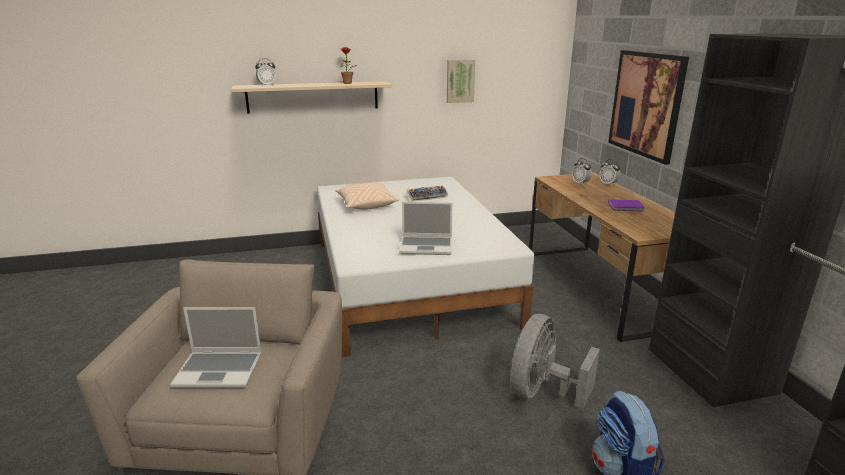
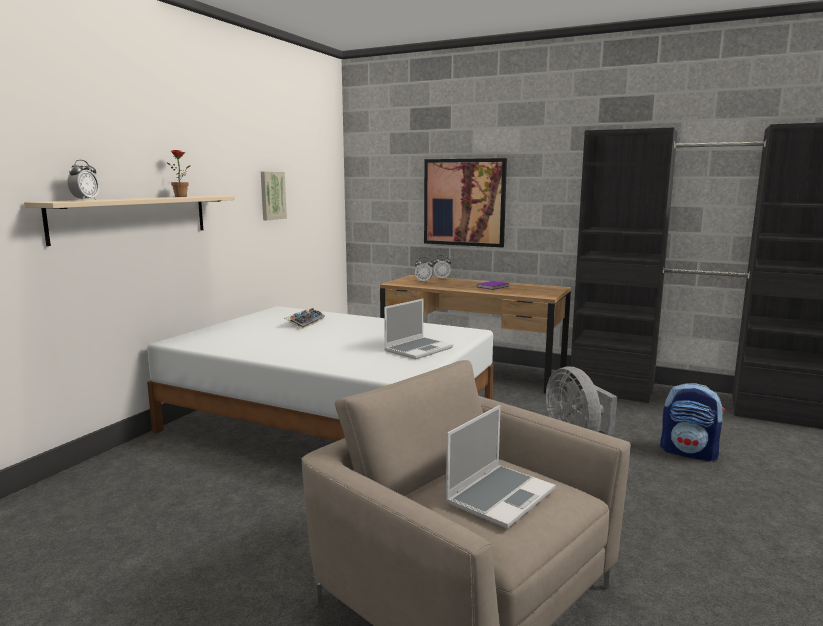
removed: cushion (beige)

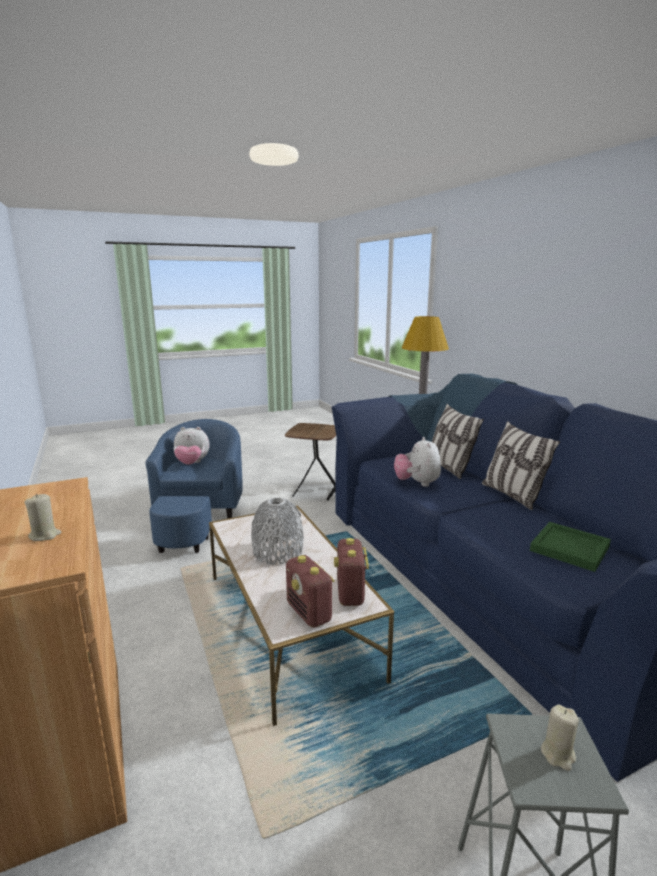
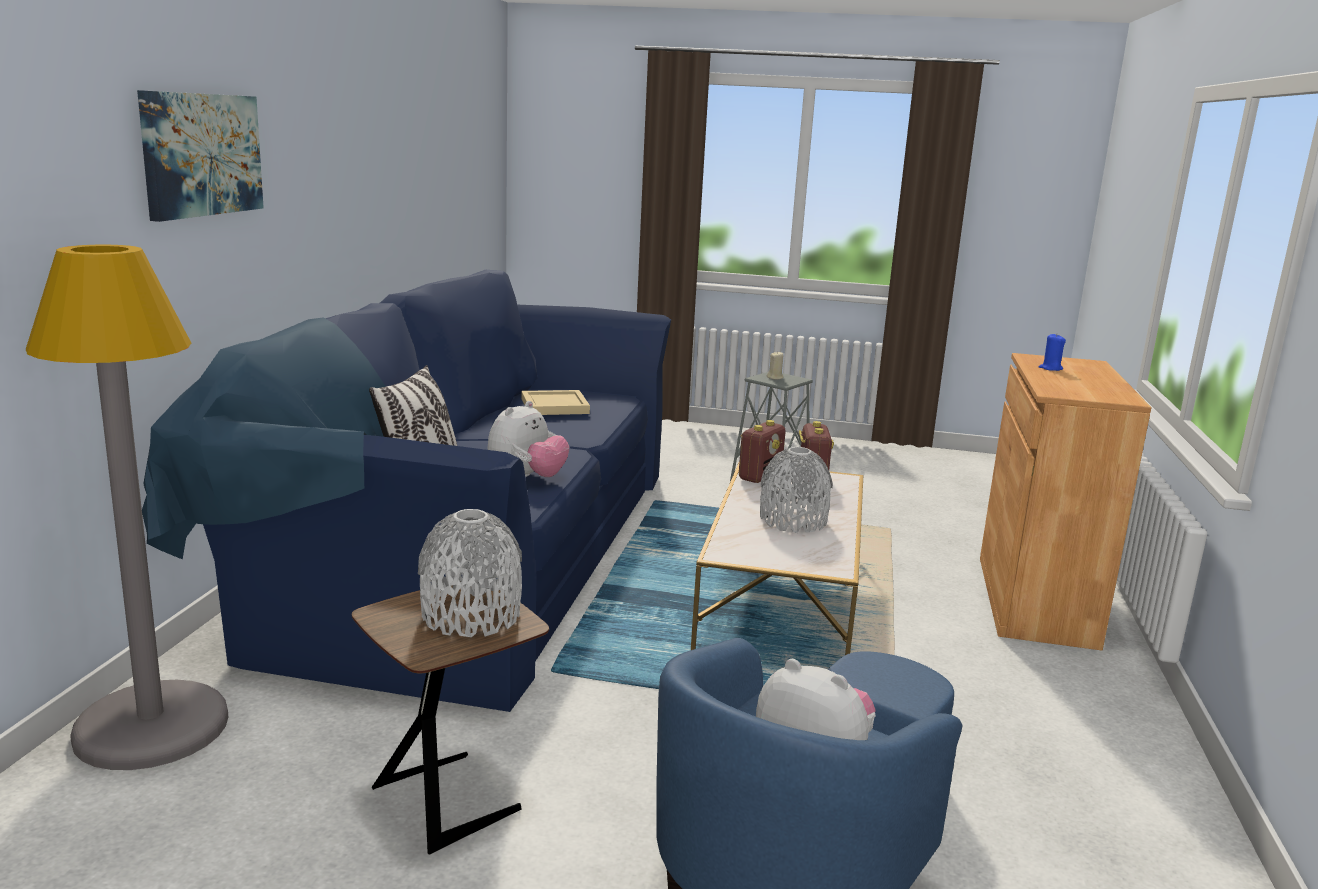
removed: cushion (2nd from left)
added: picture; decorative vase (greyish) (1st from left)
recoloured: candle (beige) (1st from left) to candle (blue); tray (greenish) to tray (beige)

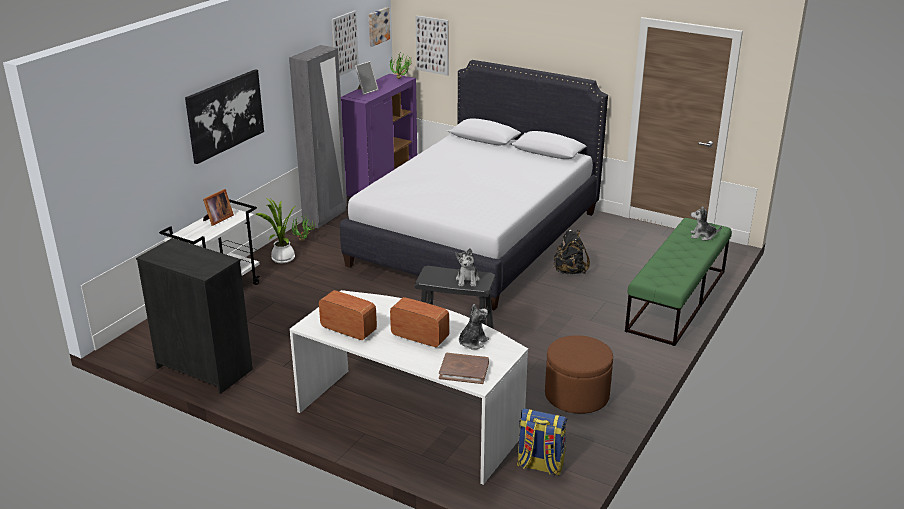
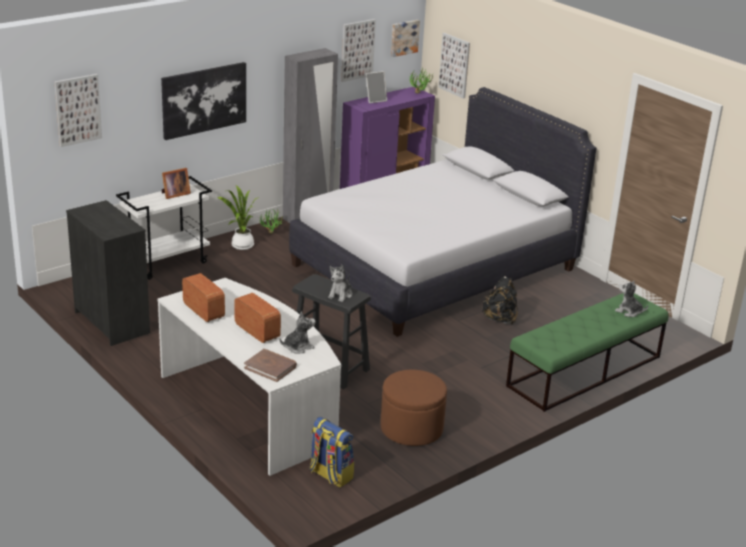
added: picture (1st from left)

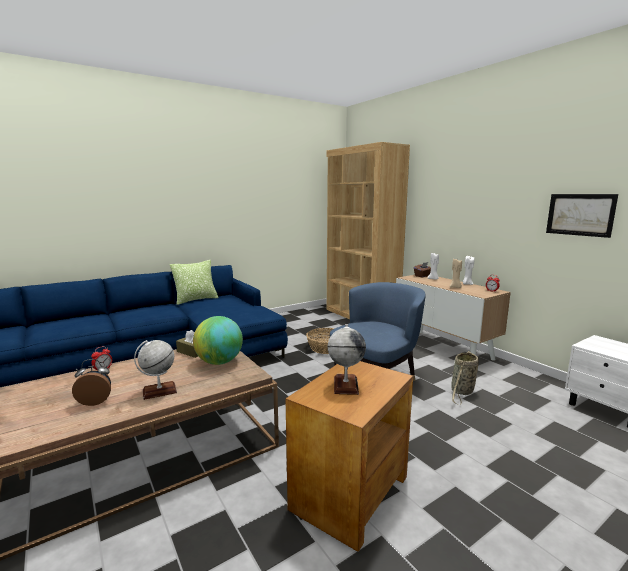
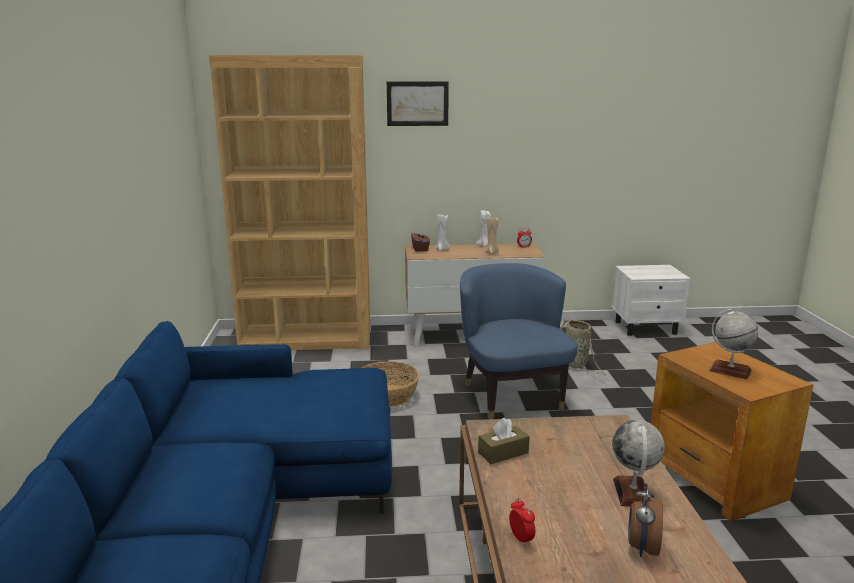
removed: cushion; globe (2nd from left)
moved: picture

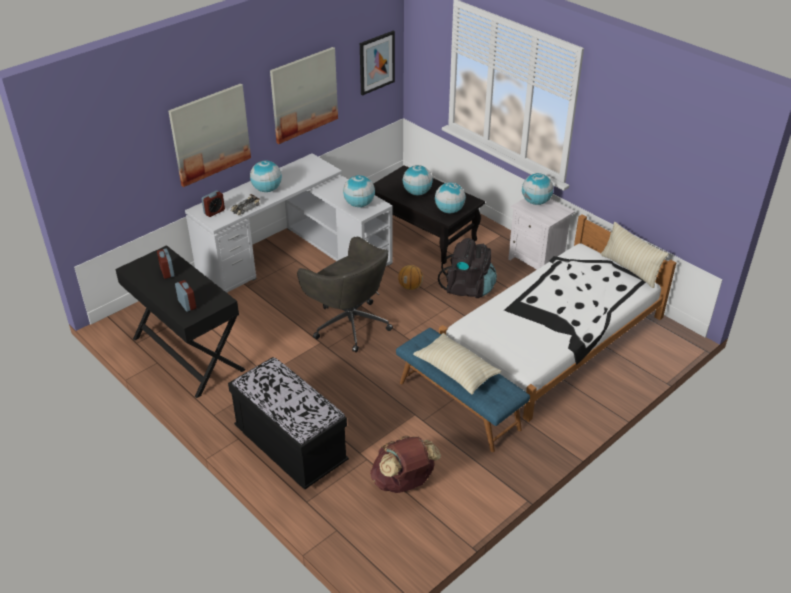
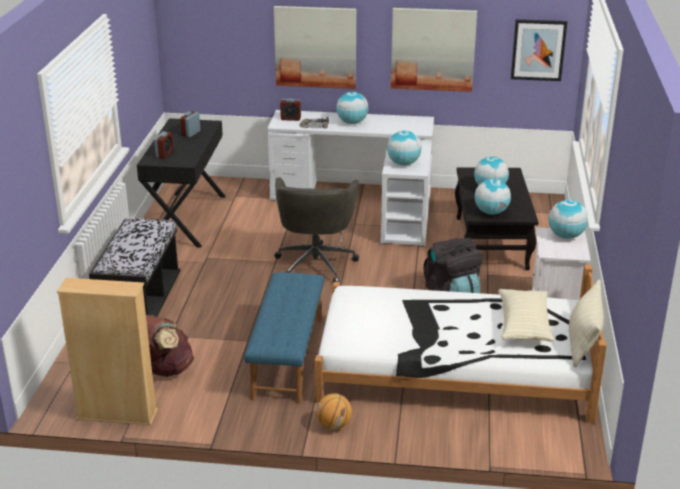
added: bookcase (beige)
moved: ball for basketball; cushion (beige) (1st from left)

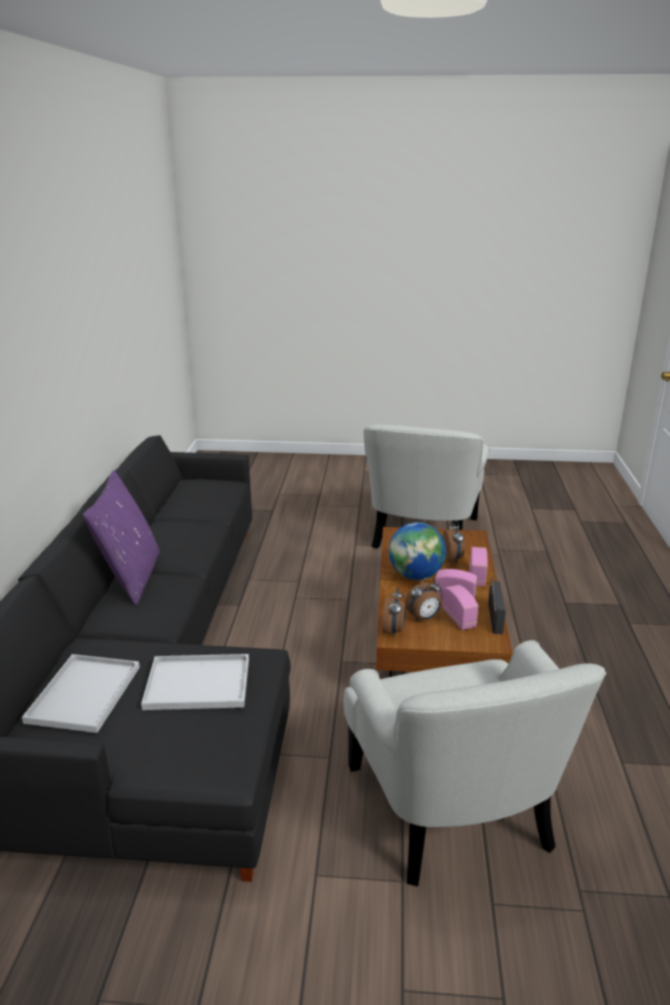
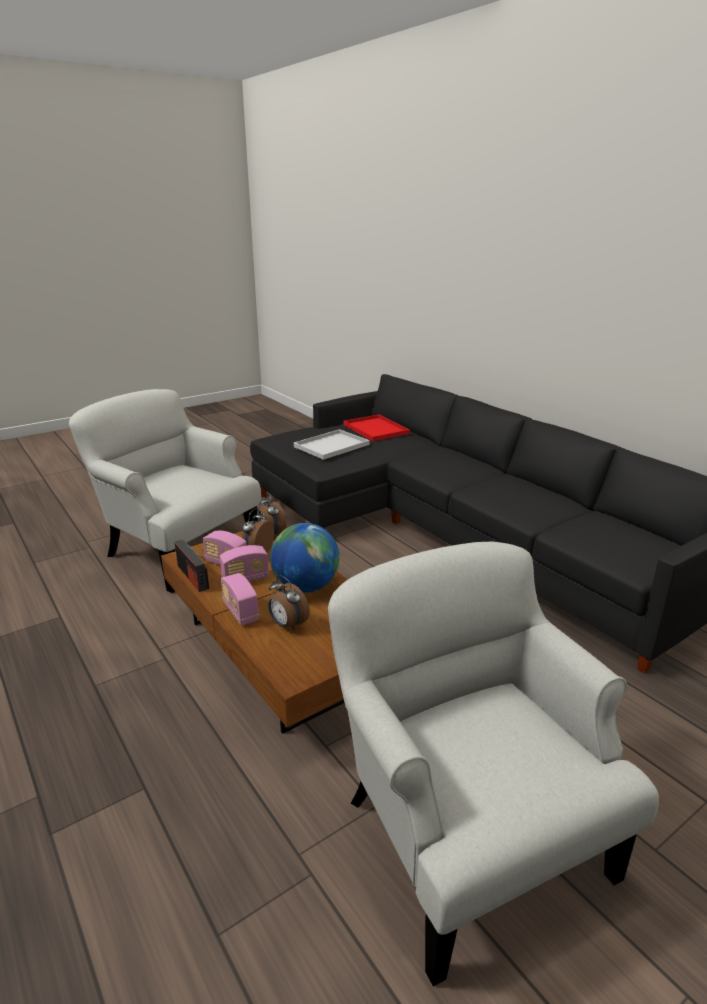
removed: cushion (purplish)
recoloured: tray (white) (1st from left) to tray (reddish)

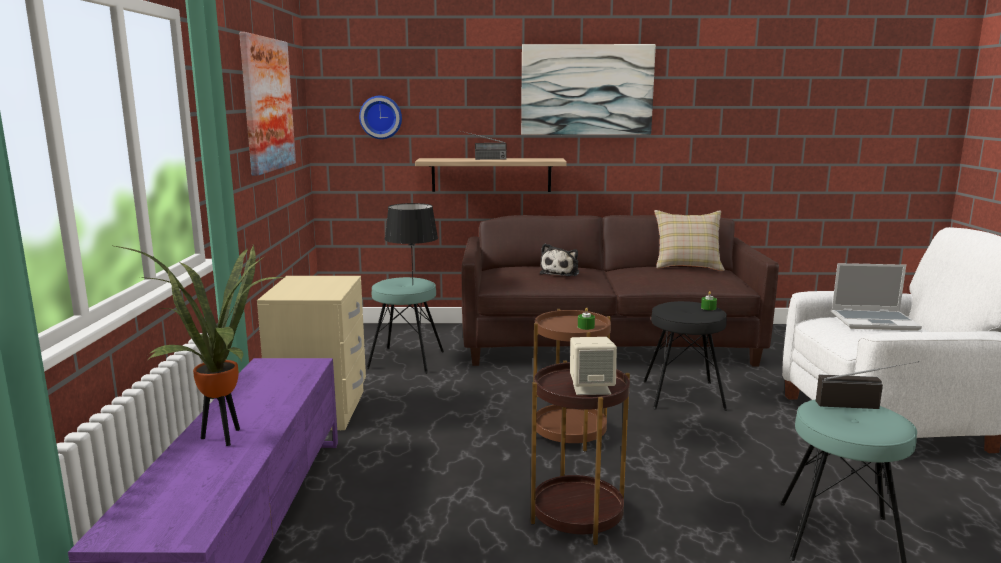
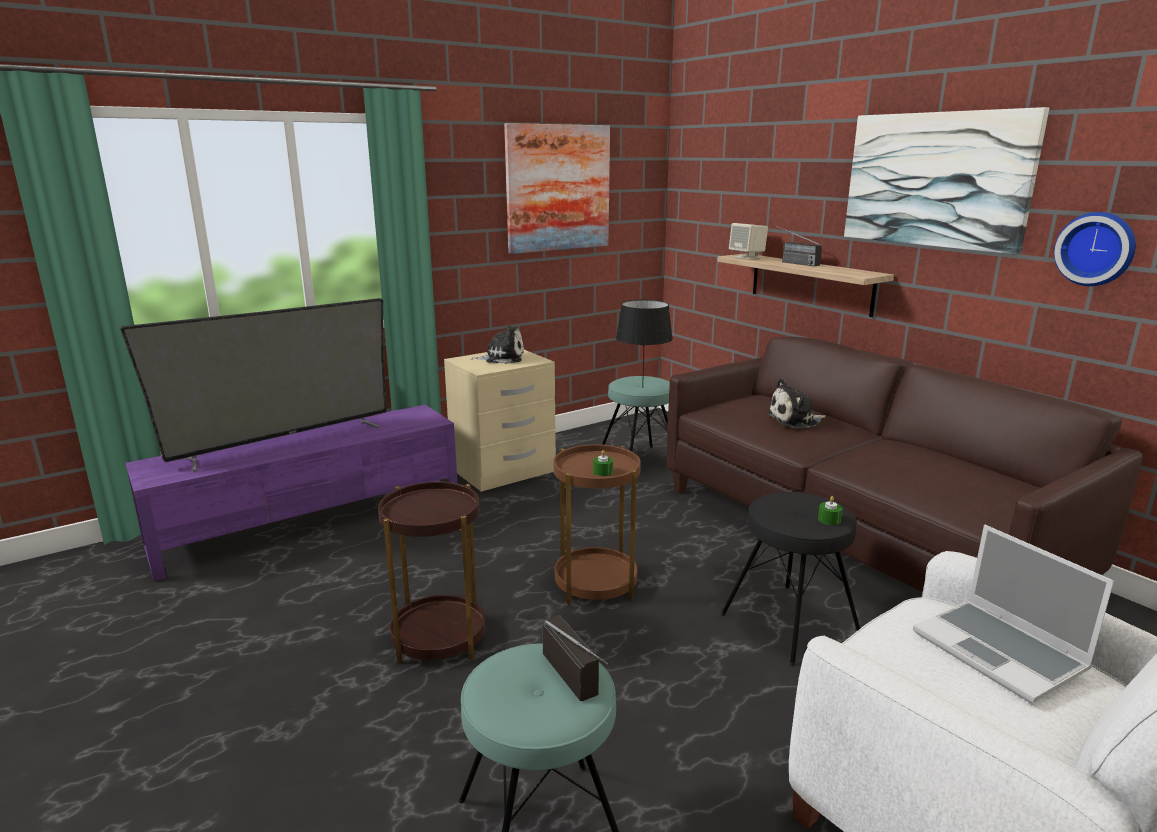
removed: cushion (beige)
added: soft toy (1st from left)
moved: hanging clock; audio speaker (beige)
replaced: houseplant to TV

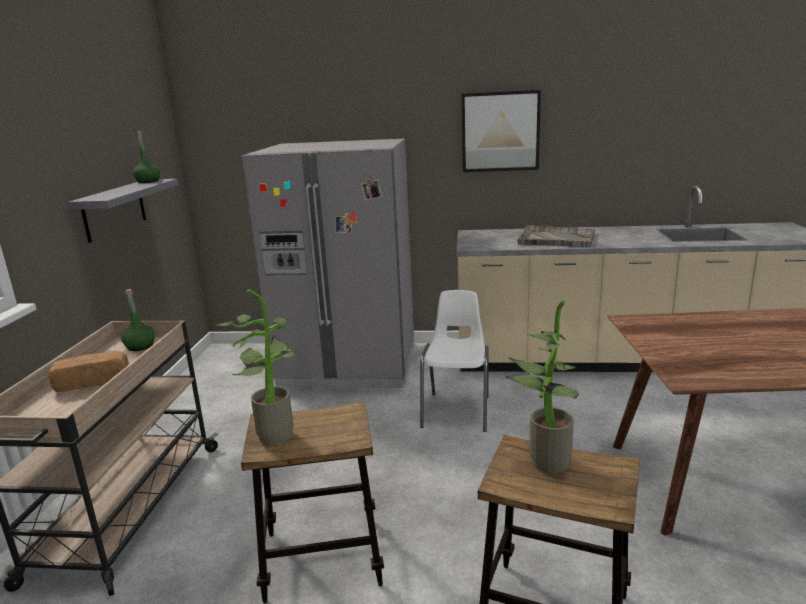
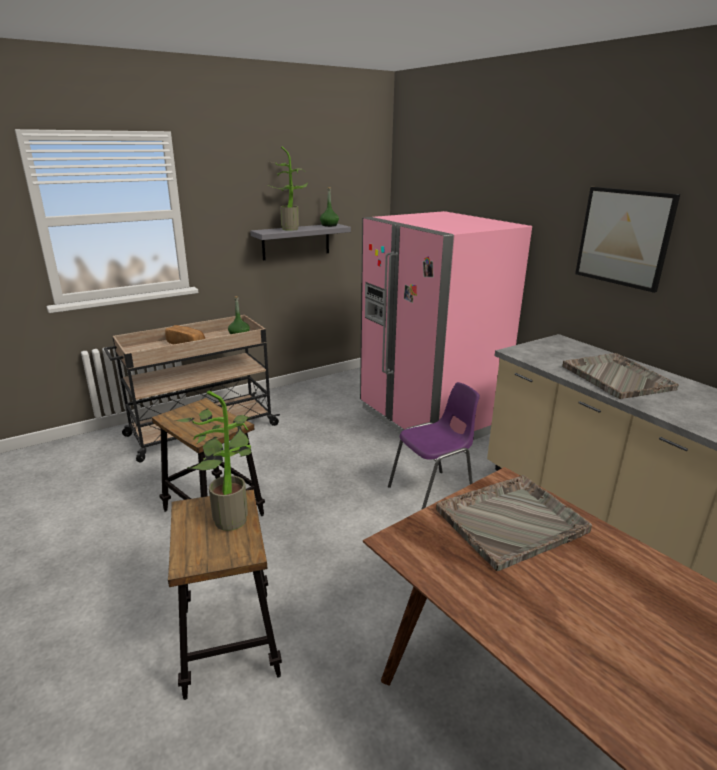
added: tray (greyish) (1st from left)
moved: houseplant (1st from left in the first image) to houseplant (2nd from left)
recoloured: refrigerator (greyish) to refrigerator (pink-coloured); chair (white) to chair (purplish)

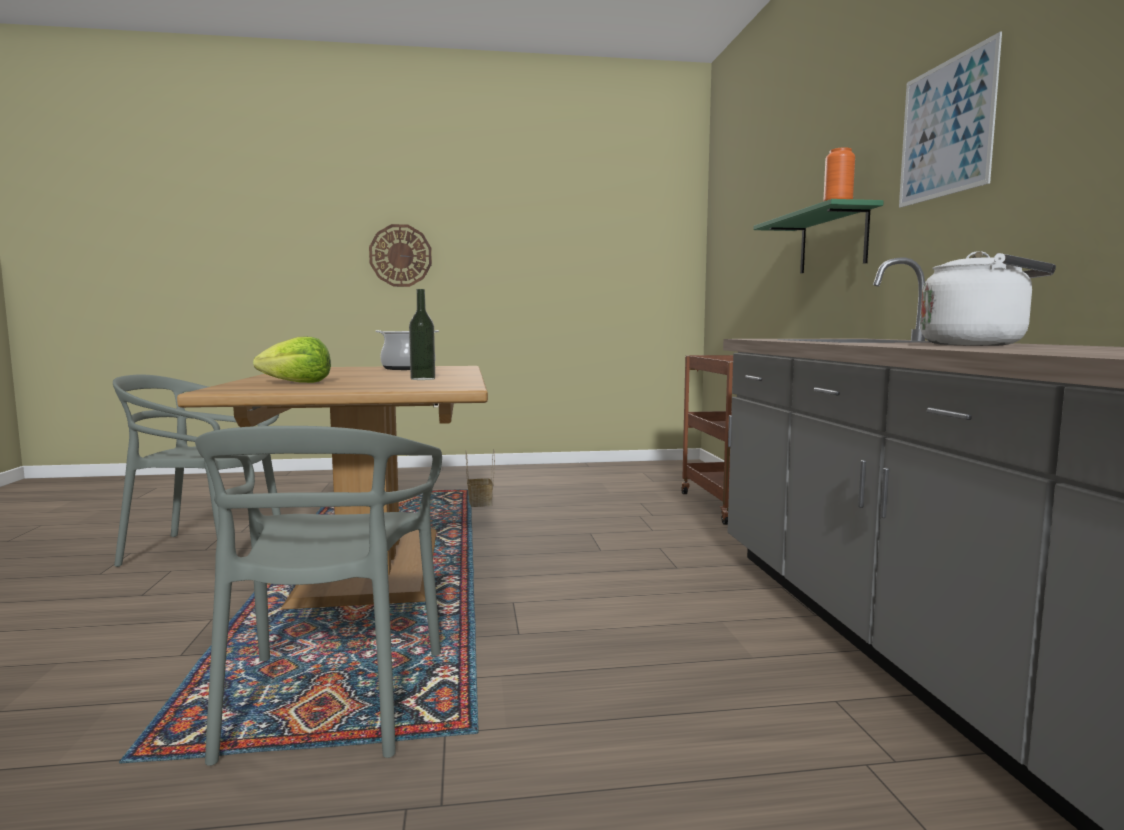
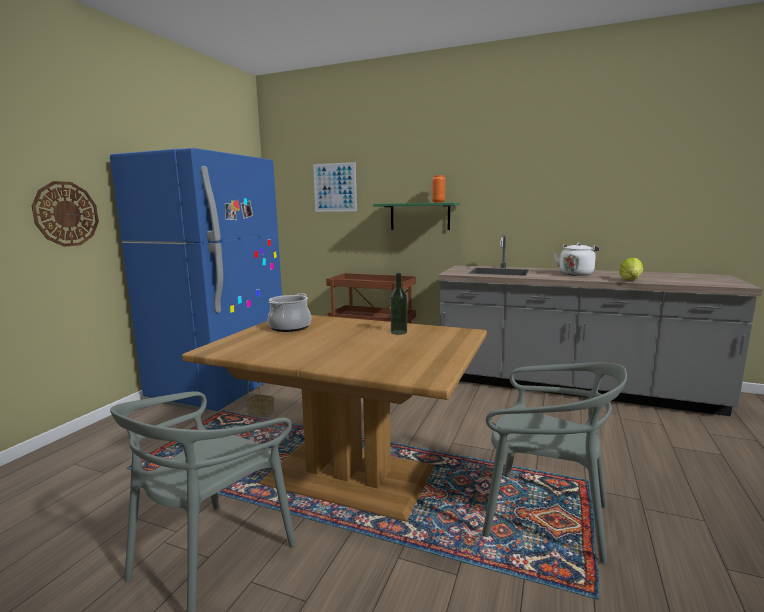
added: refrigerator (blue)
moved: lettuce; picture

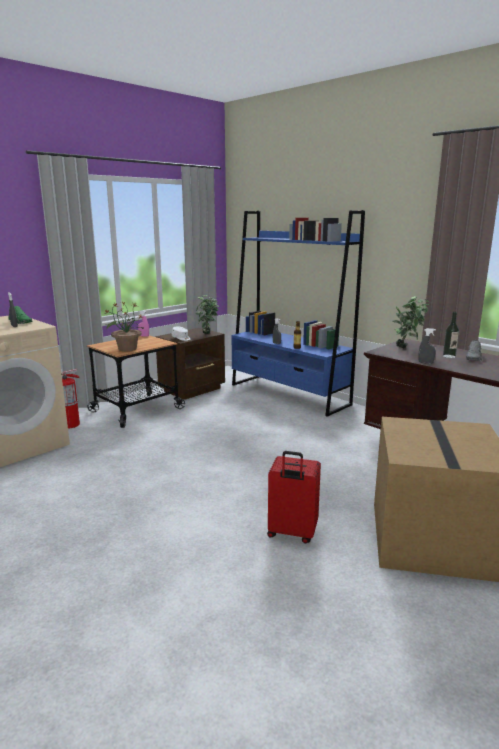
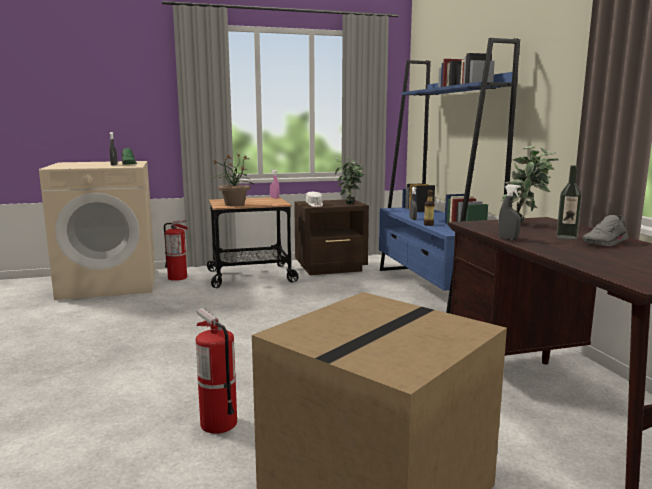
replaced: piece of luggage (reddish) to fire extinguisher (2nd from left)

